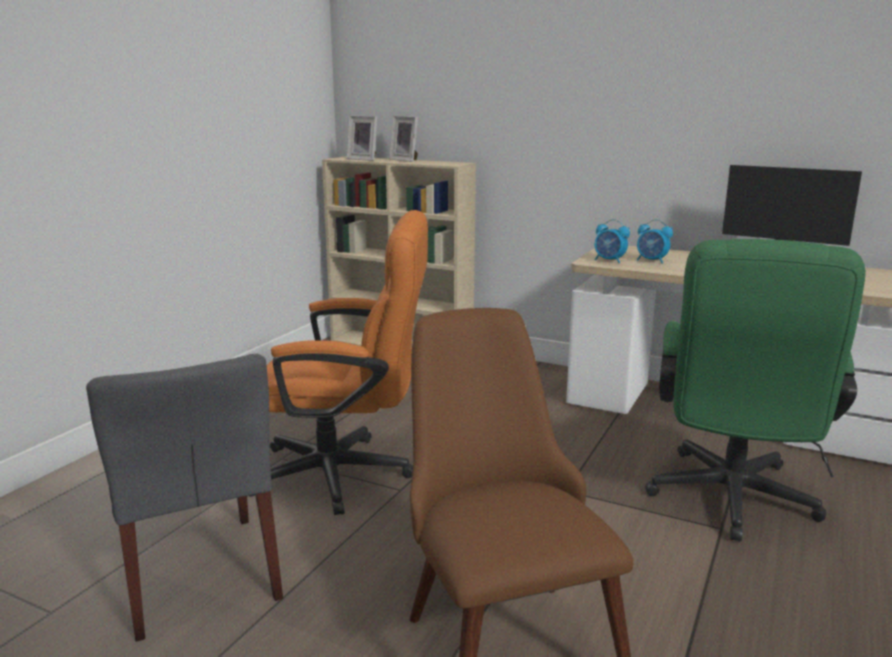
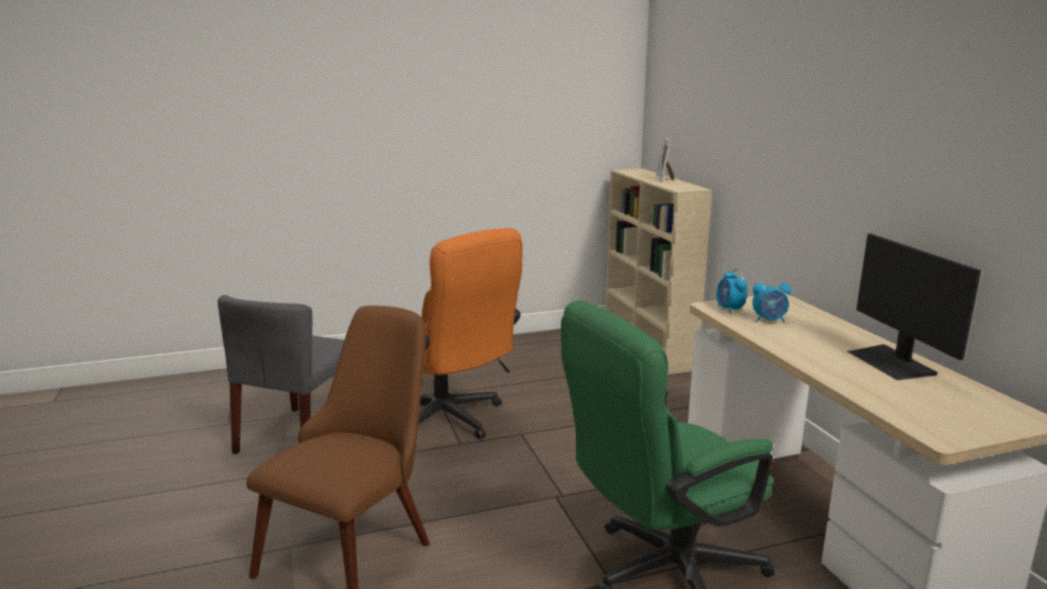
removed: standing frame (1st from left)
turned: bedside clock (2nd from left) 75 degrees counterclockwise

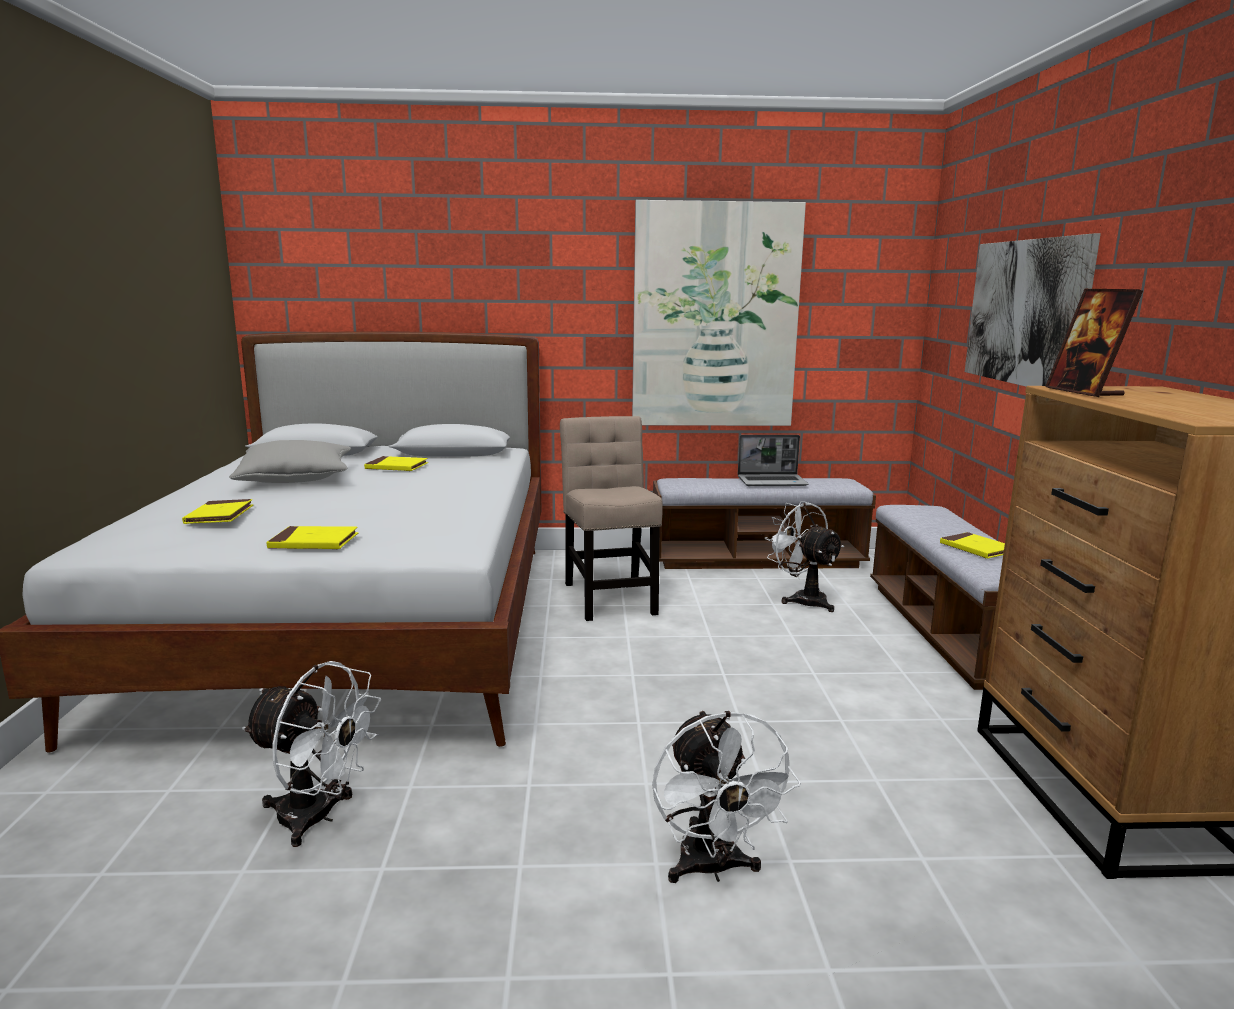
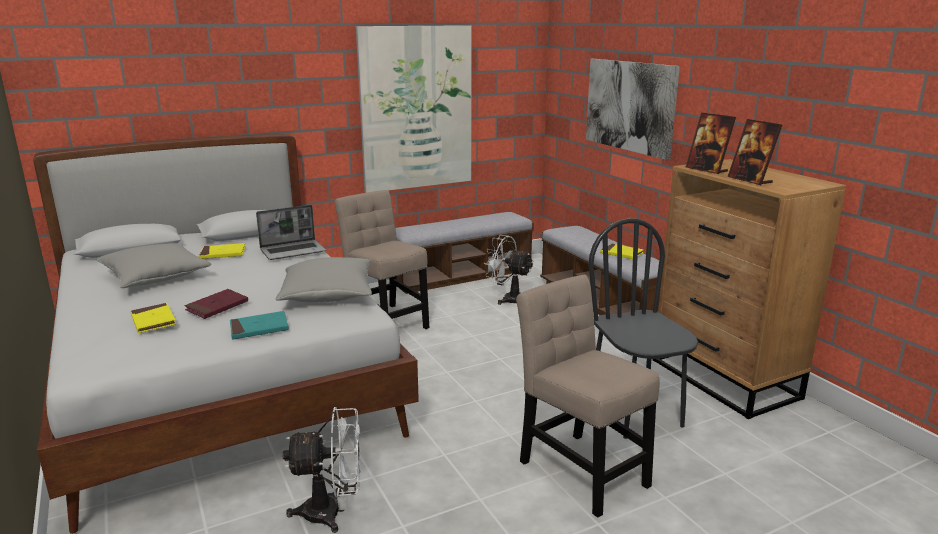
added: volume (reddish); cushion (greyish) (2nd from left); chair (black); standing frame (2nd from left)
moved: laptop
replaced: cooling fan (white) (2nd from left) to chair (beige) (2nd from left)
recoloured: volume (yellow-coloured) (2nd from left) to volume (turquoise)

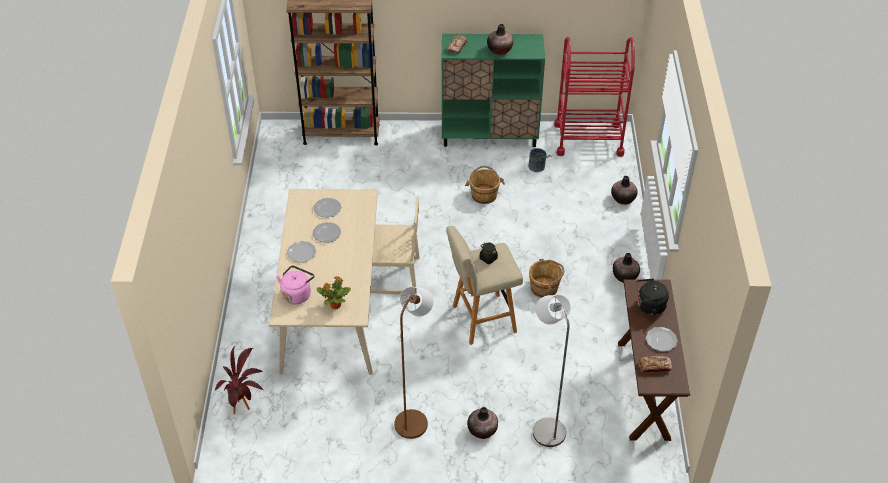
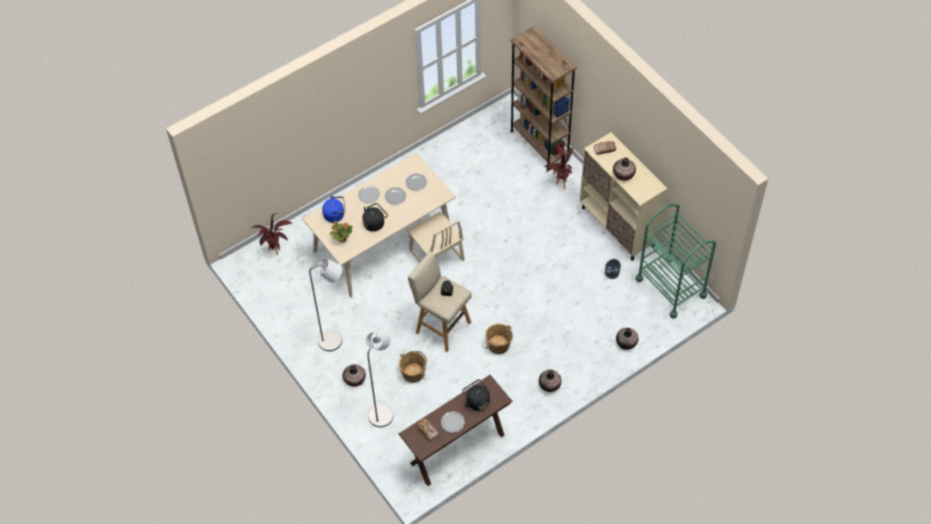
added: kettle (black) (1st from left); houseplant (3rd from left)
moved: bucket (brown-coloured) (1st from left)
recoloured: kettle (pink-coloured) to kettle (blue); standing lamp (brown-coloured) to standing lamp (greyish) (1st from left); cupboard (greenish) to cupboard (beige); wheeled cart (reddish) to wheeled cart (greenish)

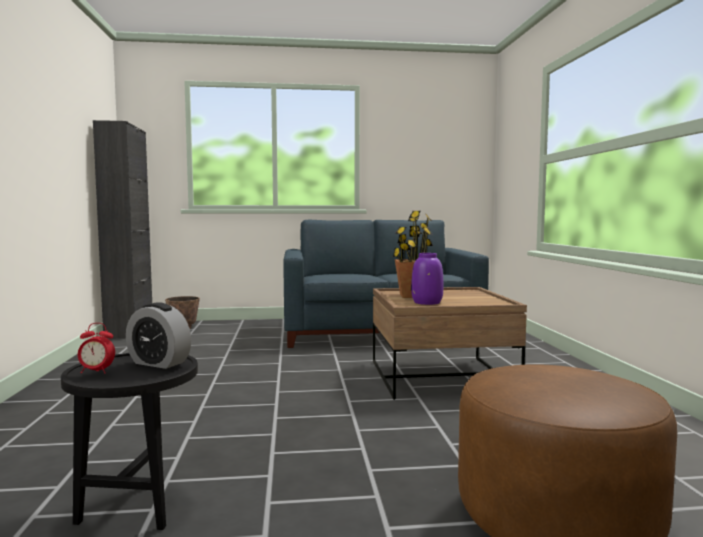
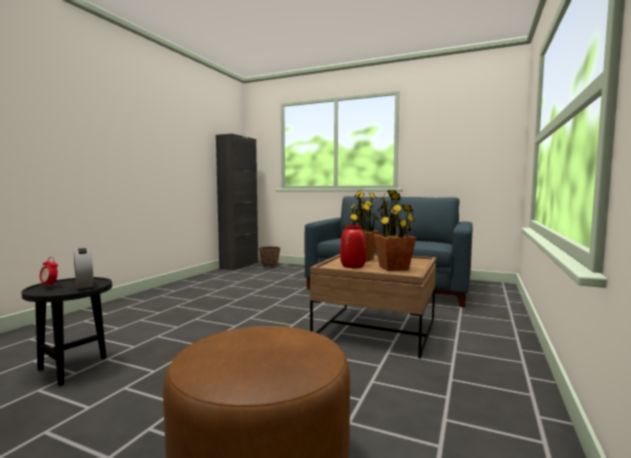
added: houseplant (2nd from left)
recoloured: decorative vase (purplish) to decorative vase (reddish)

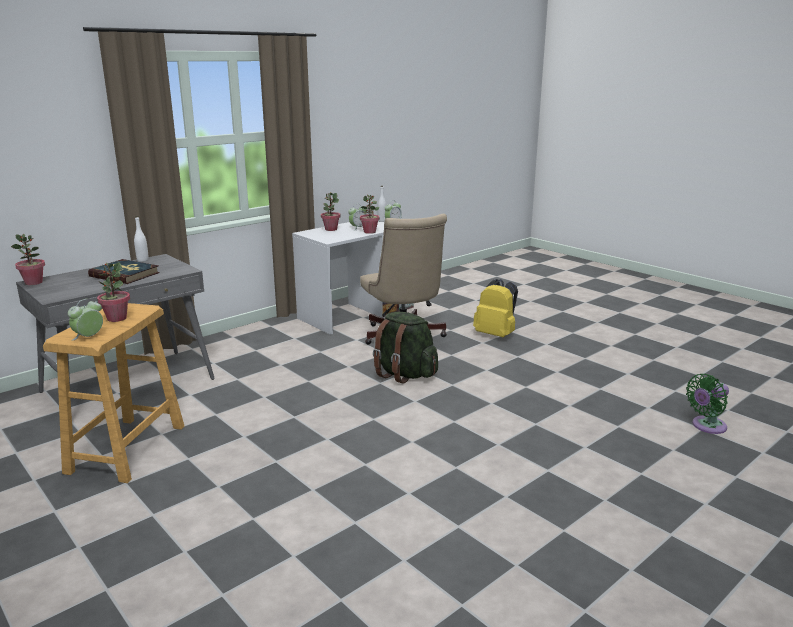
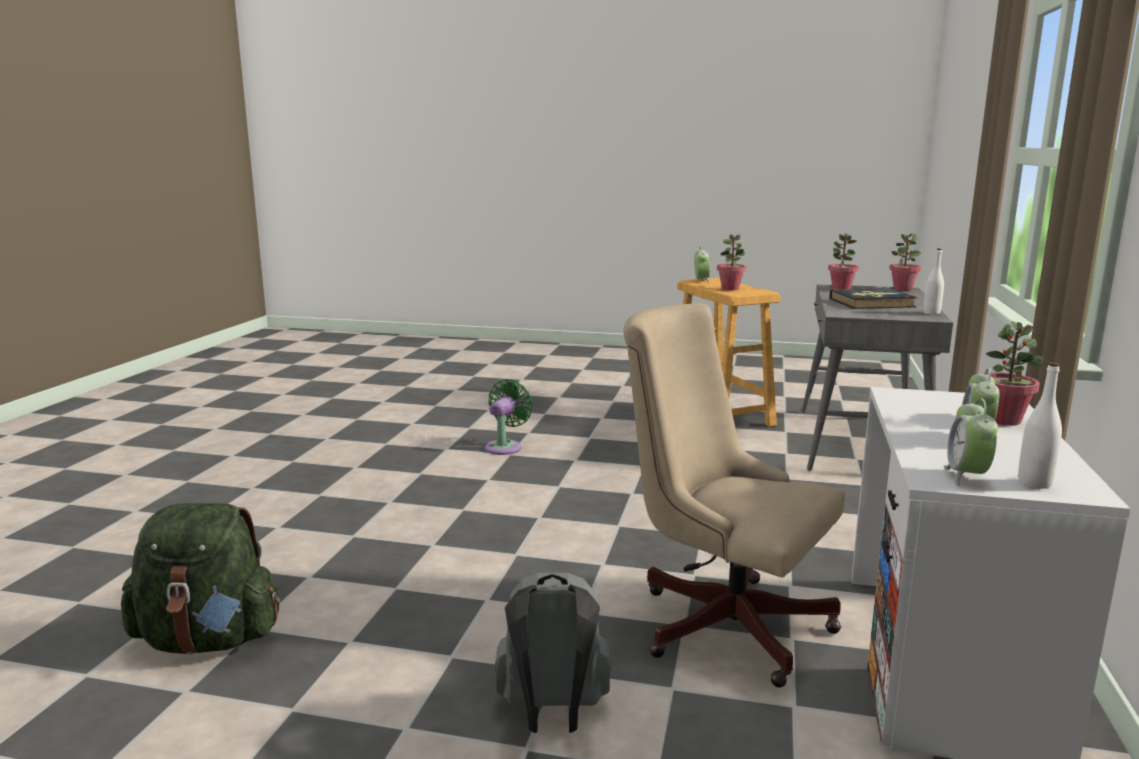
moved: houseplant (4th from left in the first image) to houseplant (2nd from left); backpack (greenish); cooling fan (greenish)
recoloured: backpack (yellow-coloured) to backpack (greyish)

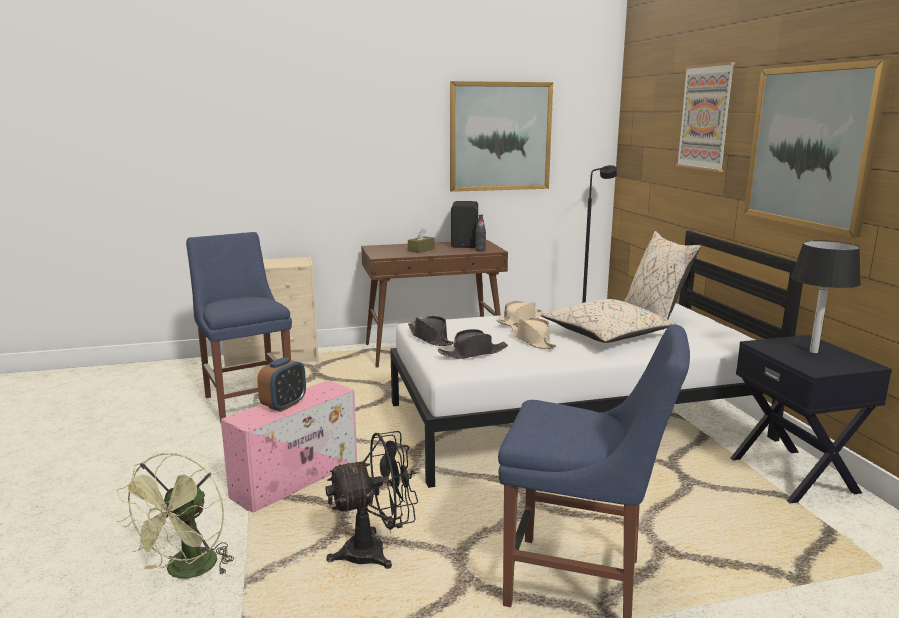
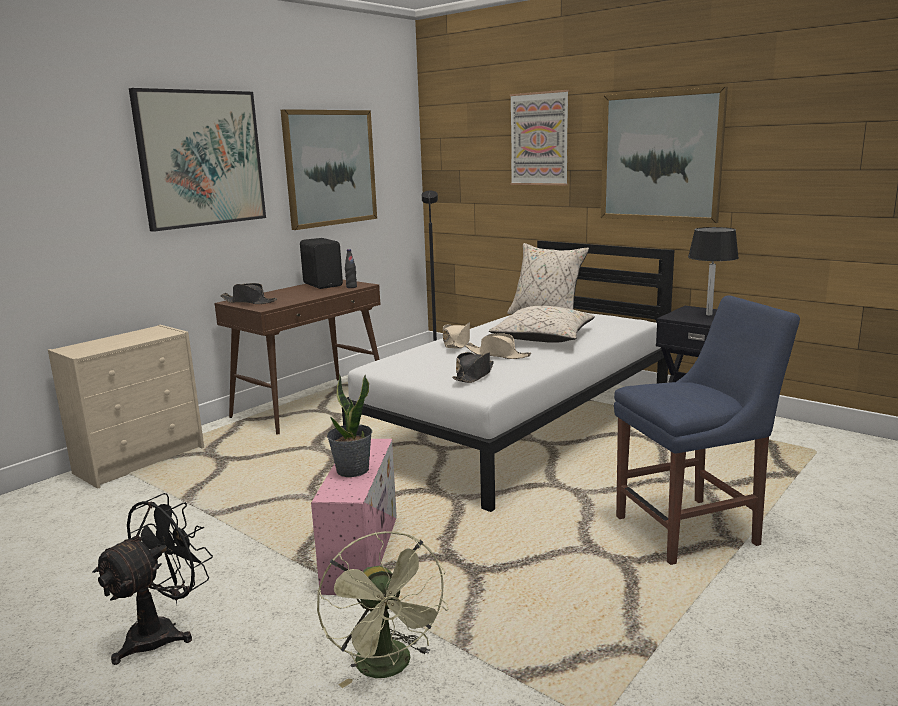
removed: chair (blue) (1st from left); box of tissues (brown-coloured)
added: picture (1st from left)
moved: cooling fan (black); clothing hat (black) (1st from left)
replaced: bedside clock to houseplant

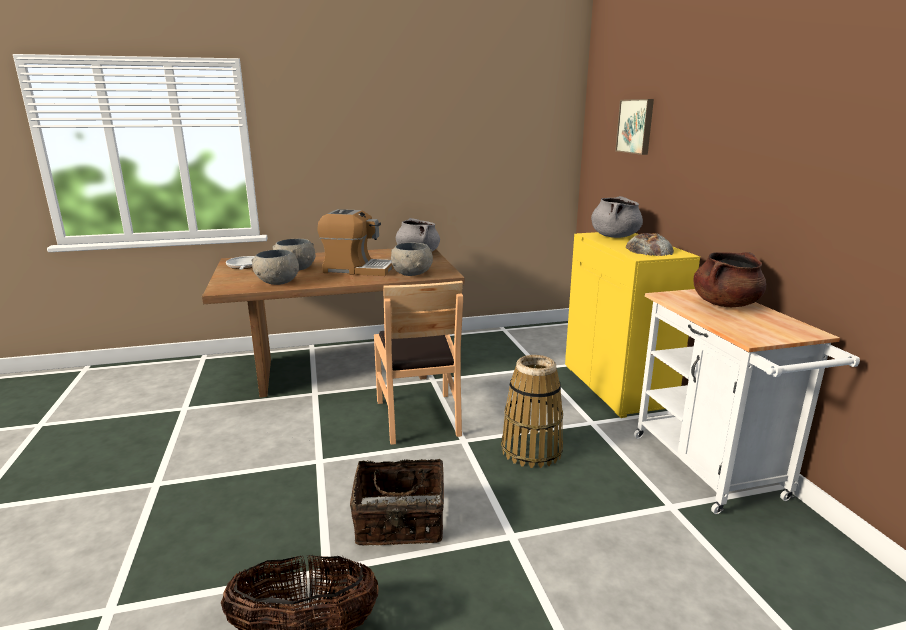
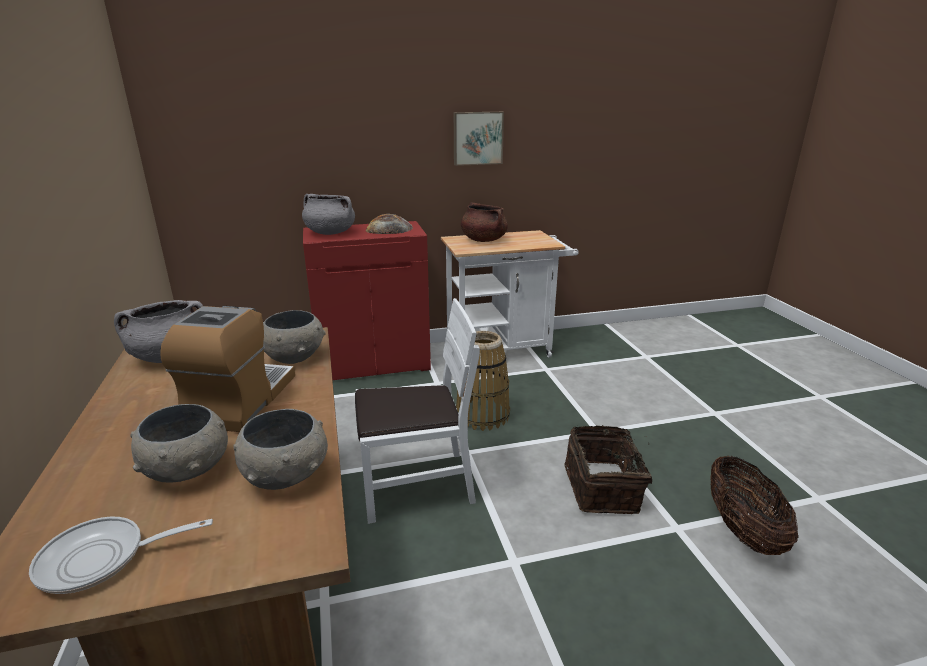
moved: picture
recoloured: chair (brown-coloured) to chair (white); cupboard (yellow-coloured) to cupboard (reddish)

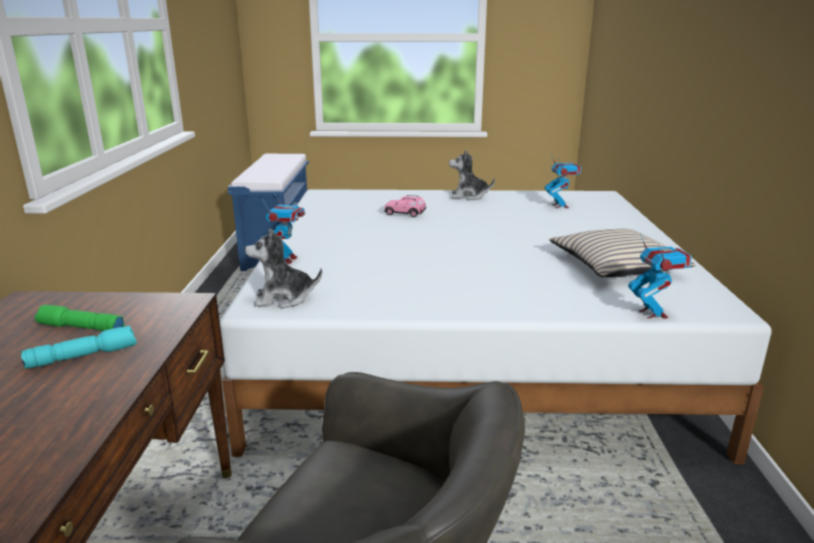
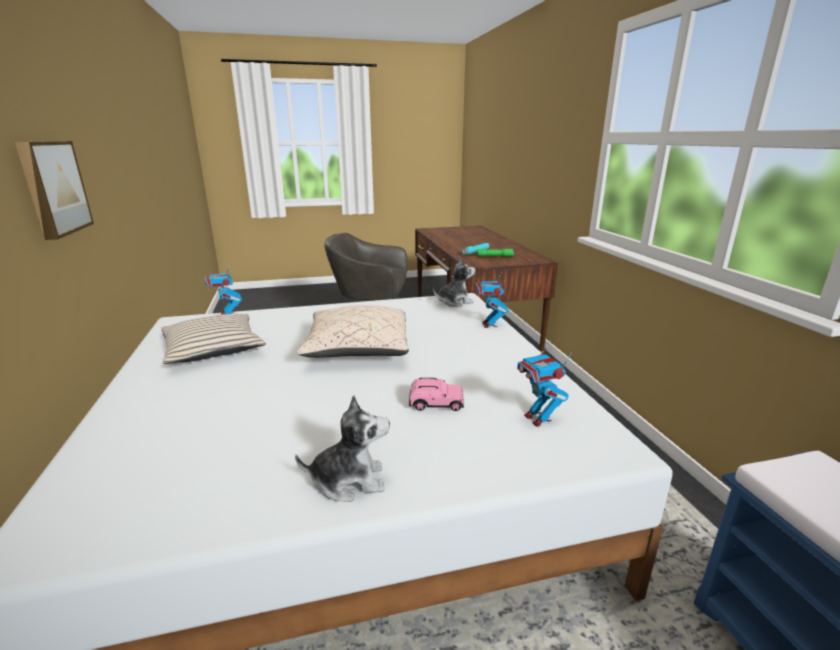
added: picture; cushion (beige) (2nd from left)
moved: robot figure (2nd from left in the first image) to robot figure (3rd from left)

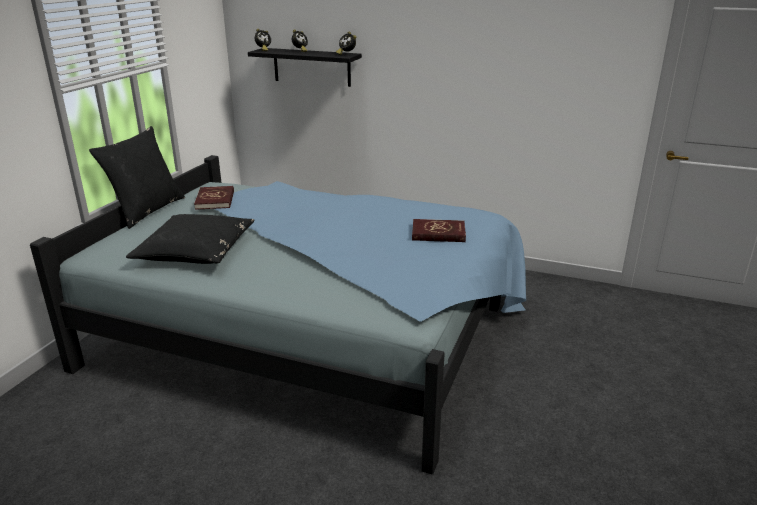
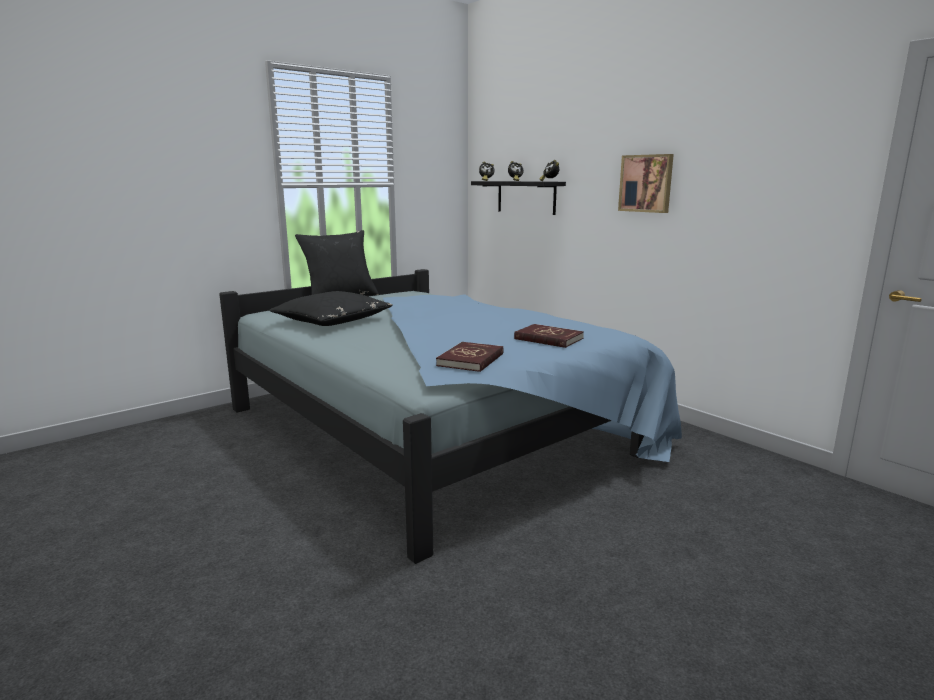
added: picture
moved: volume (reddish) (1st from left)

